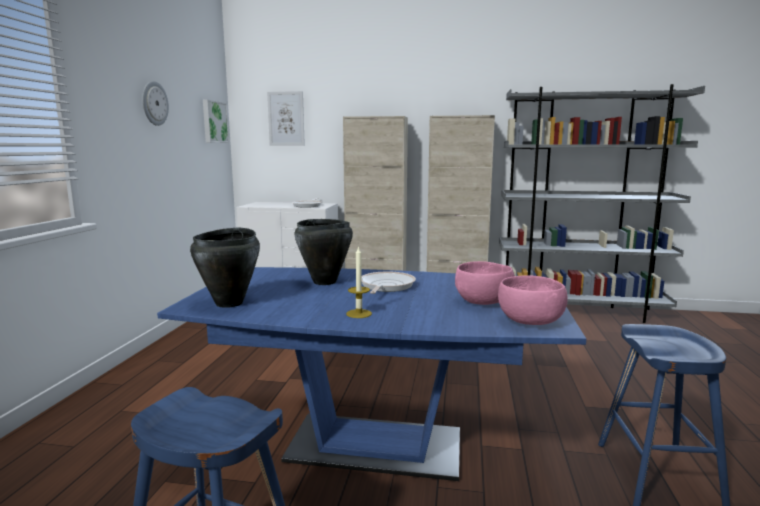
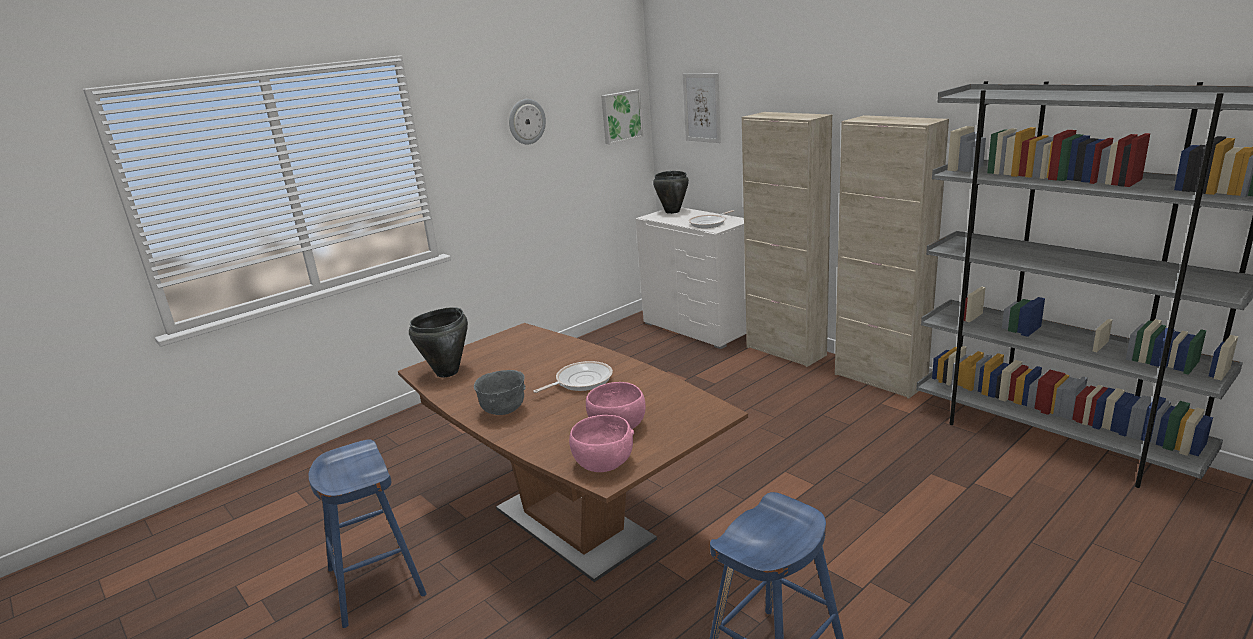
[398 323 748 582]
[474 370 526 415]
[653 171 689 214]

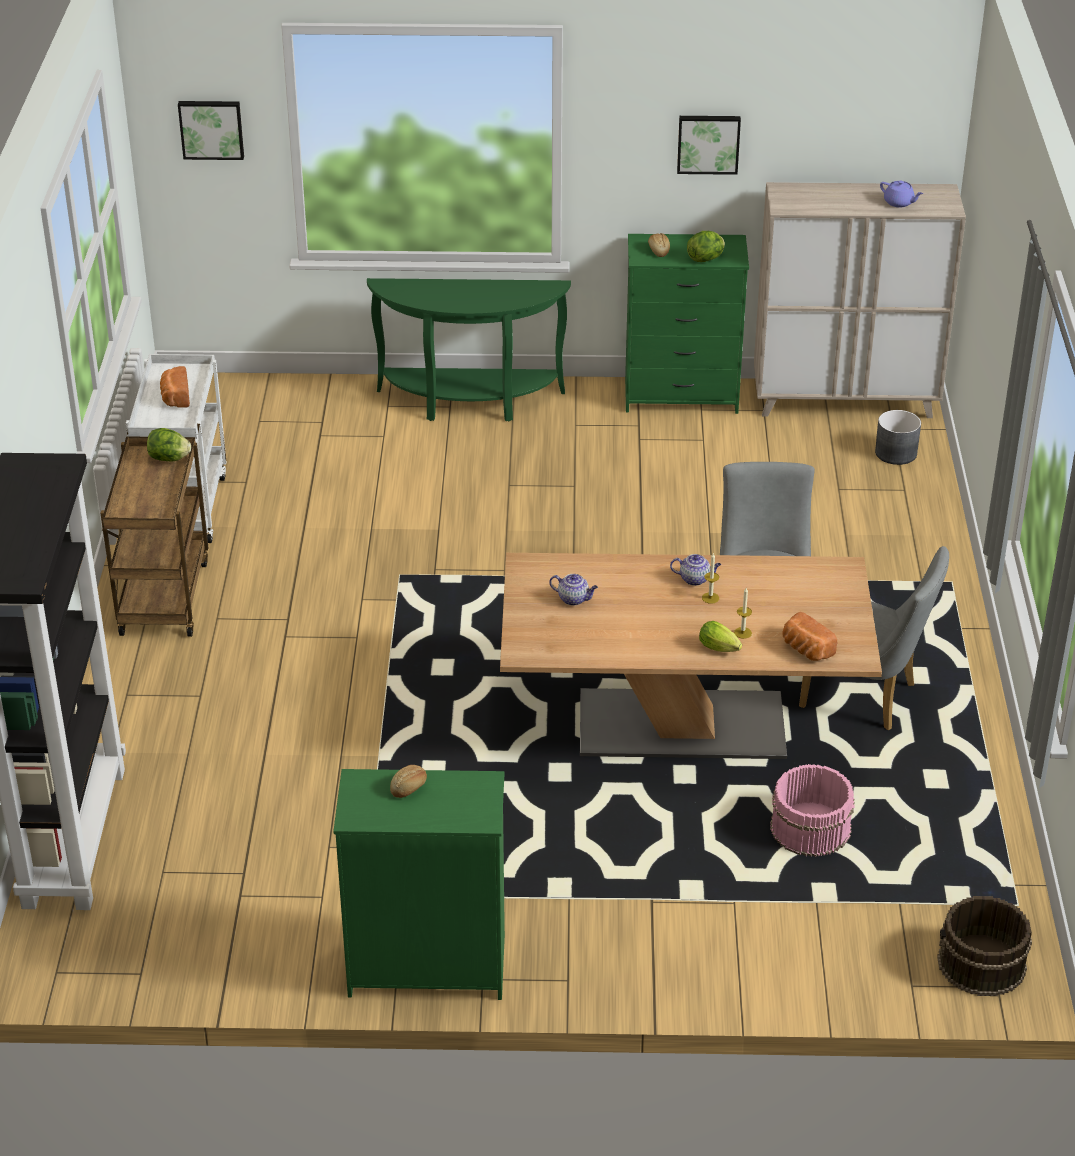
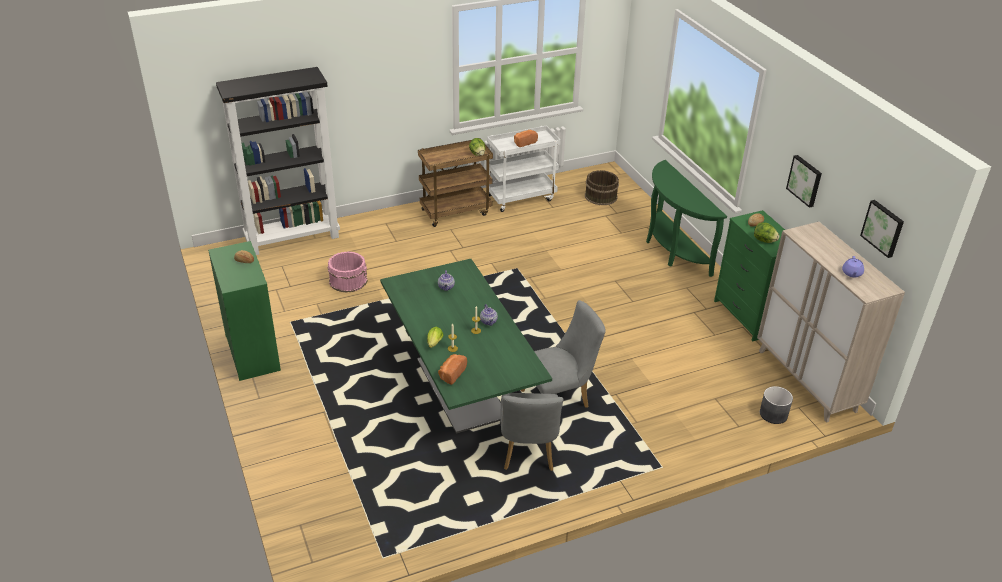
[328 251 368 293]
[380 259 552 434]
[585 170 619 205]
[860 200 904 258]

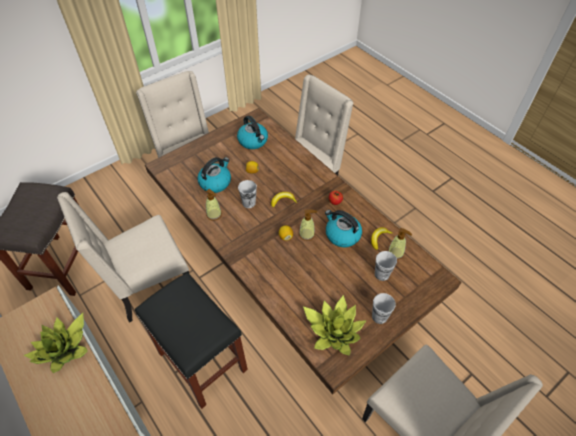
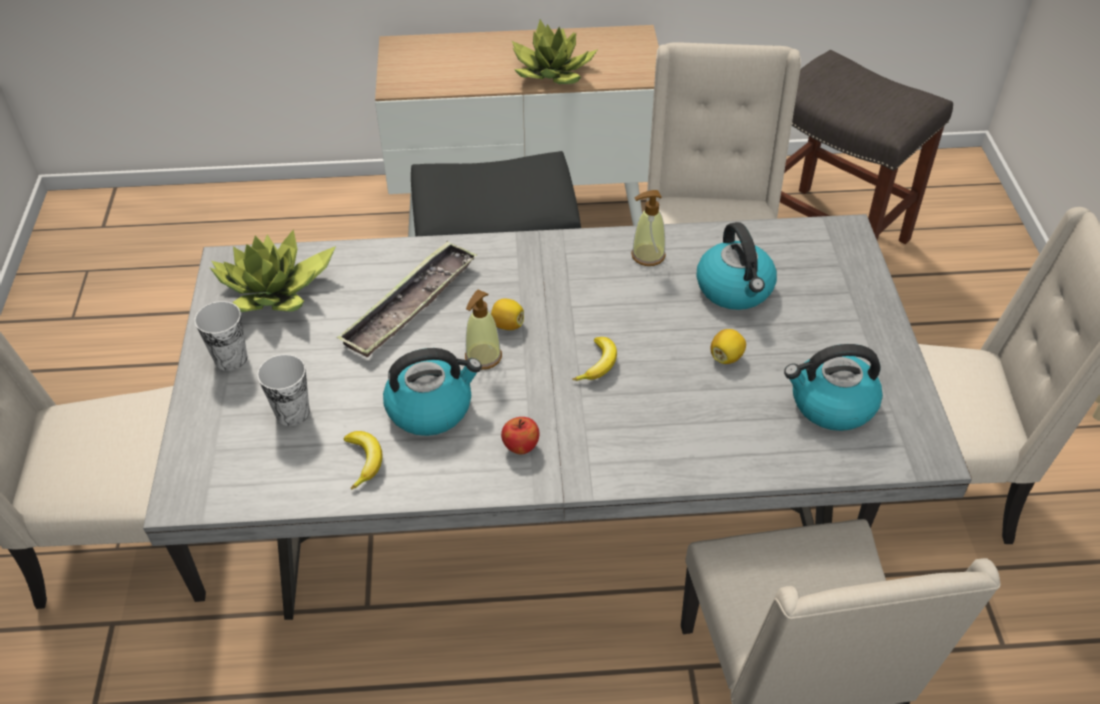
[143 214 972 620]
[337 241 477 357]
[238 180 257 208] (first image)
[388 228 412 260] (first image)

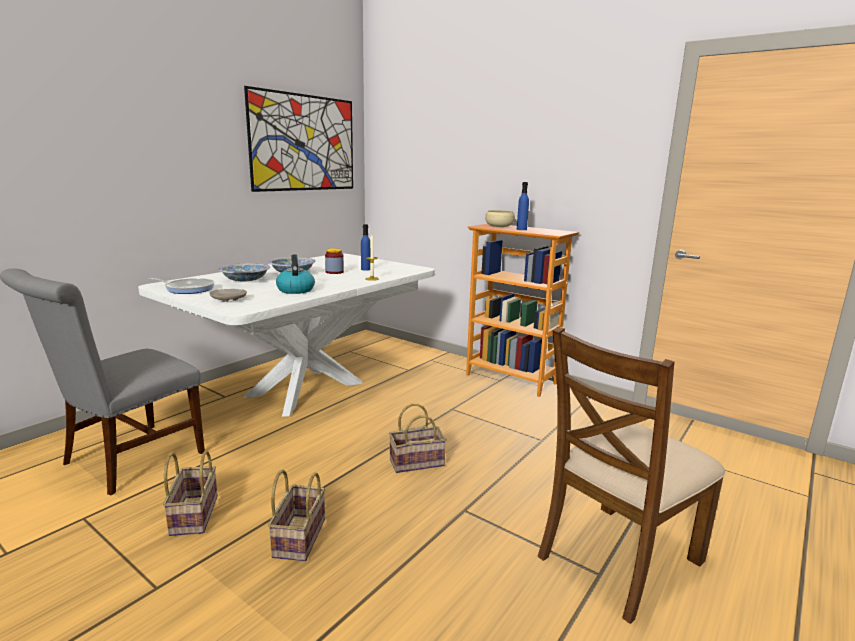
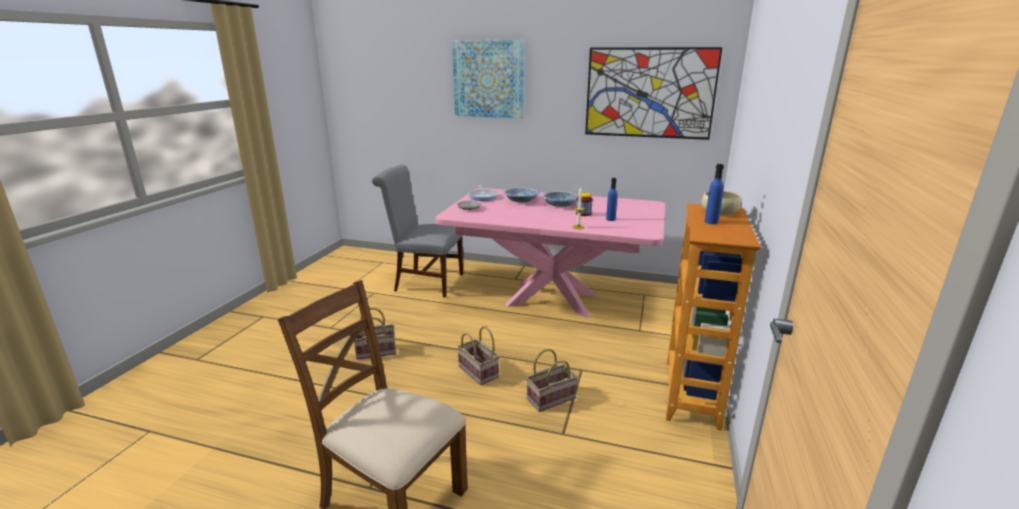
[435 188 665 317]
[452 40 524 118]
[526 349 578 412]
[276 254 315 294] (first image)

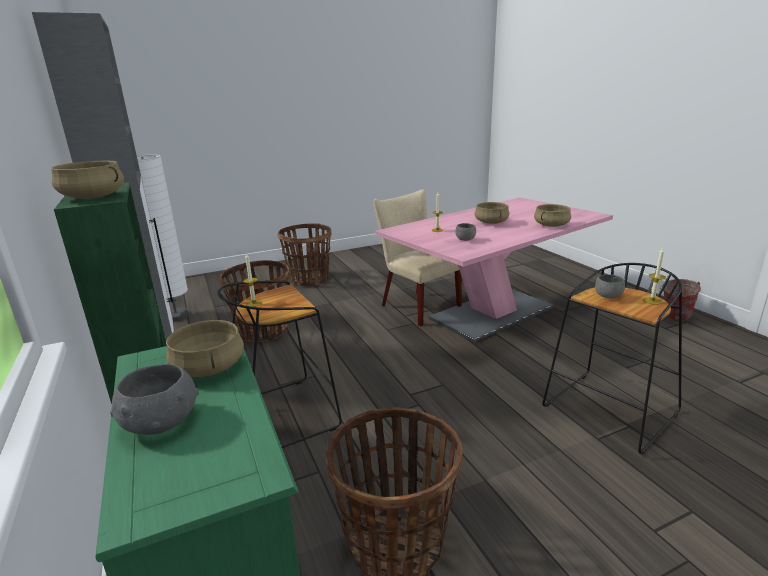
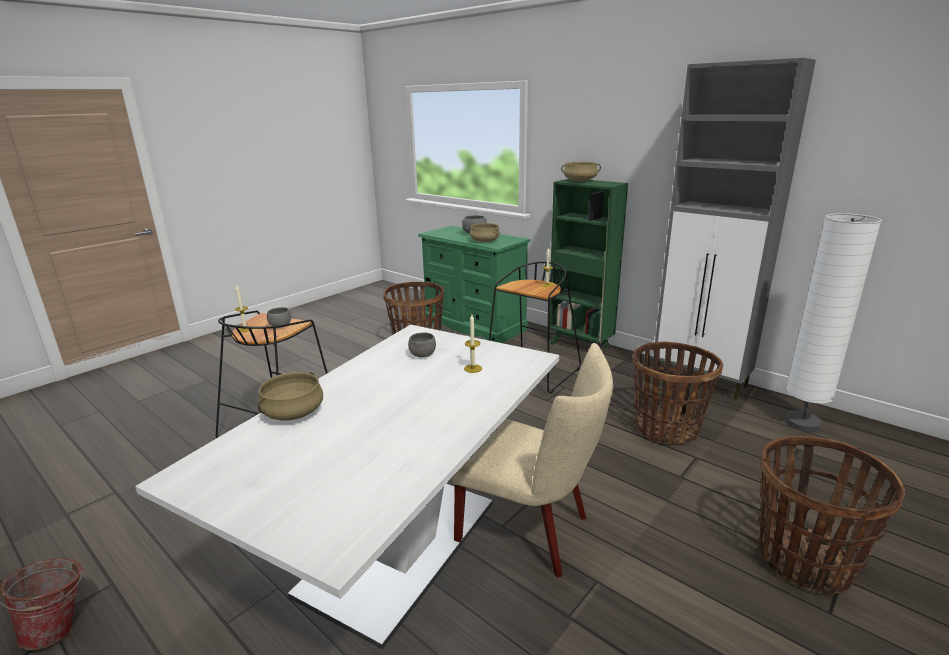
[135 325 559 649]
[475 202 509 224] (first image)

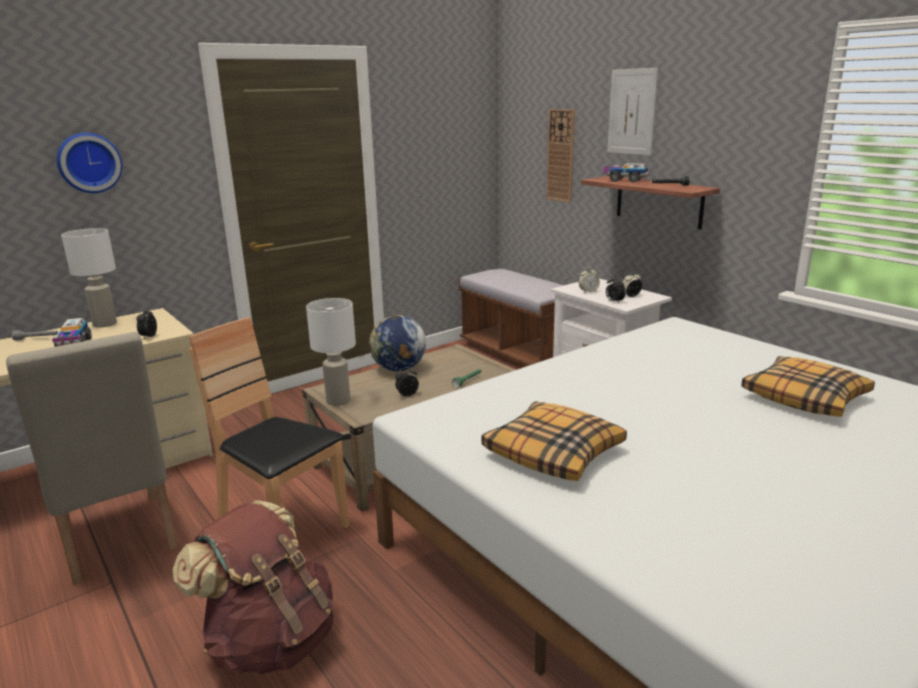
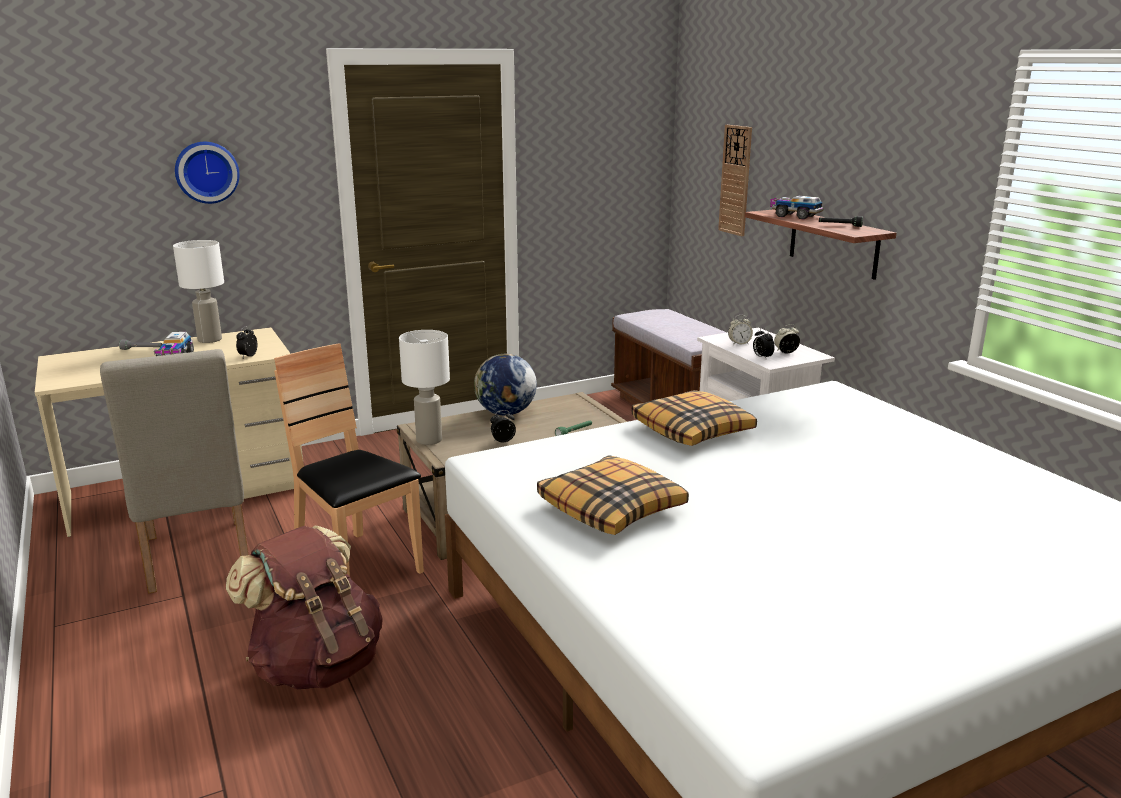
[632 390 757 446]
[607 68 658 155] (first image)

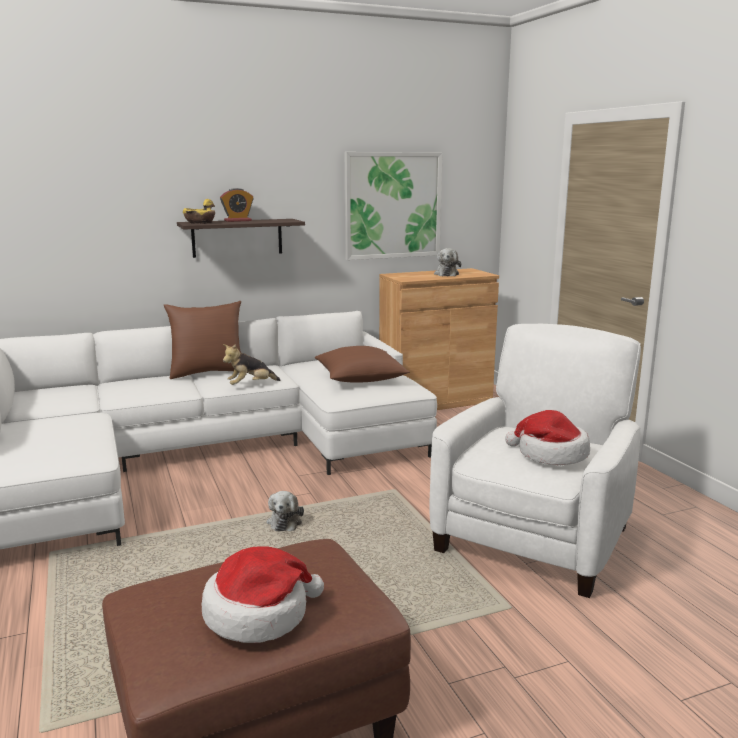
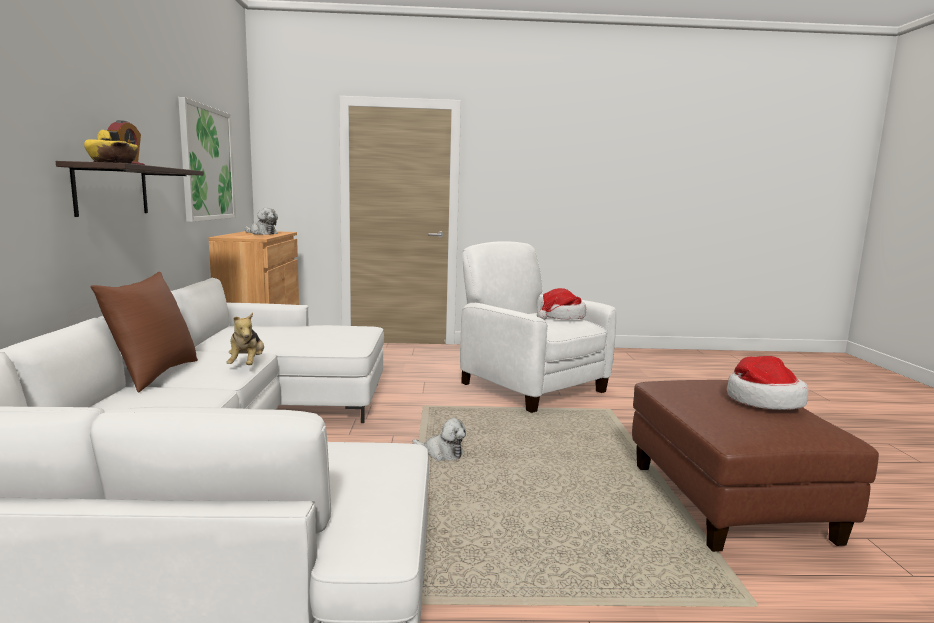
[315 346 410 383] (first image)

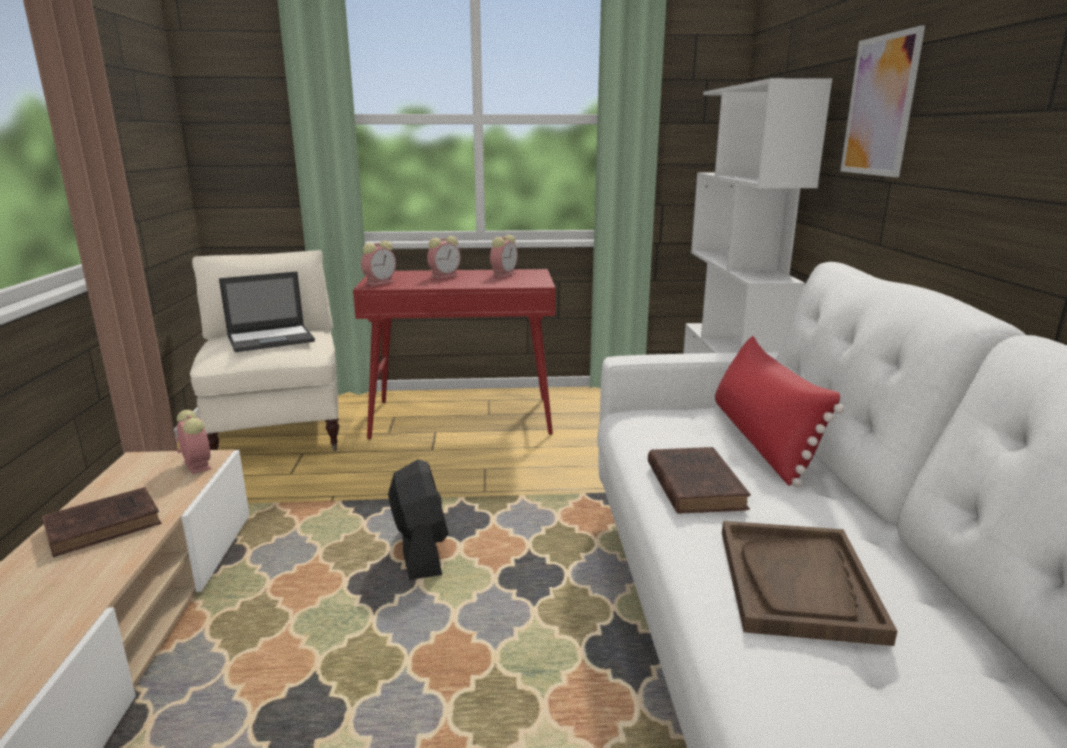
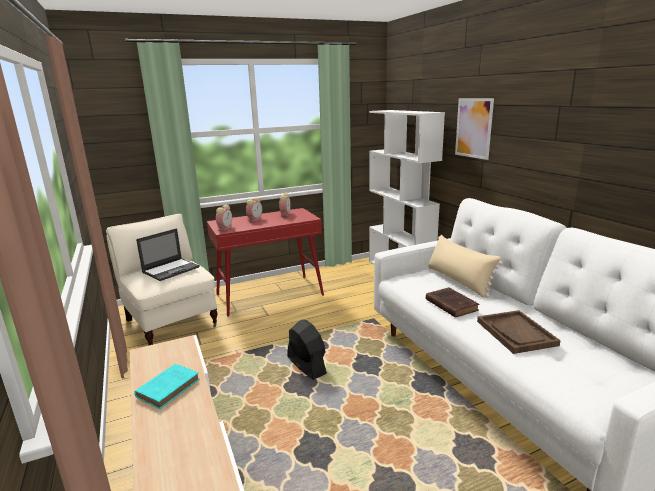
[134 364 200 409]
[428 235 503 298]
[175 410 211 474] (first image)

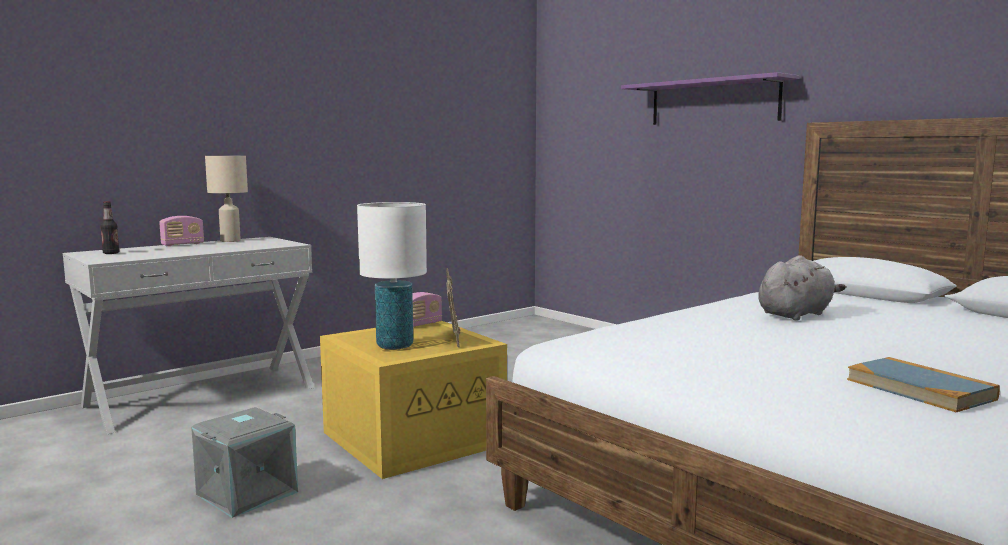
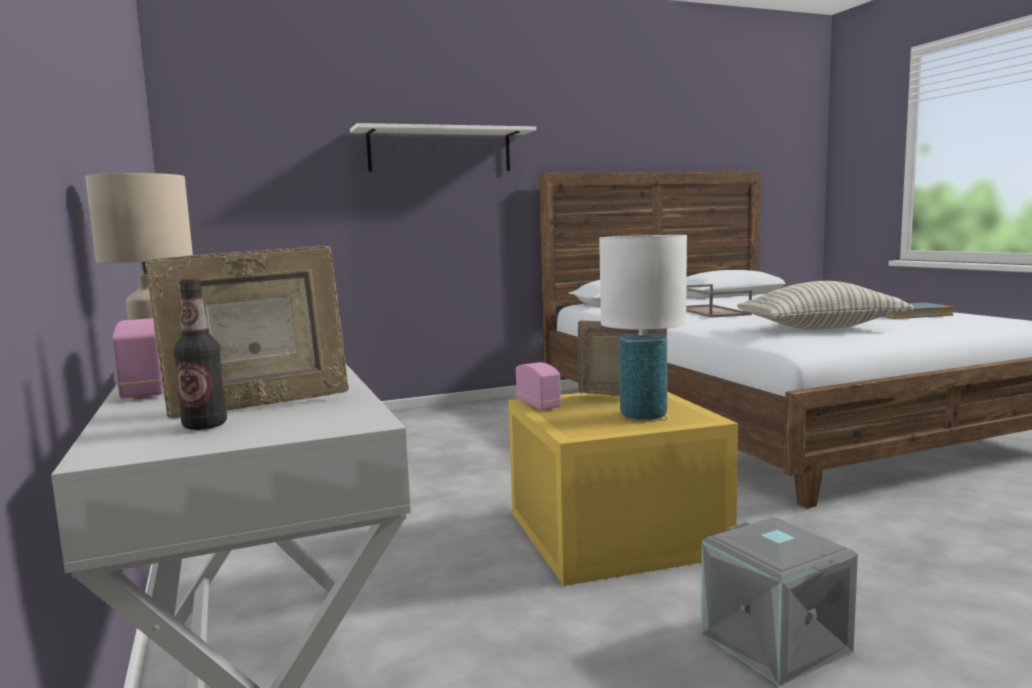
[145 246 349 418]
[350 123 536 172]
[686 284 752 318]
[737 281 913 330]

